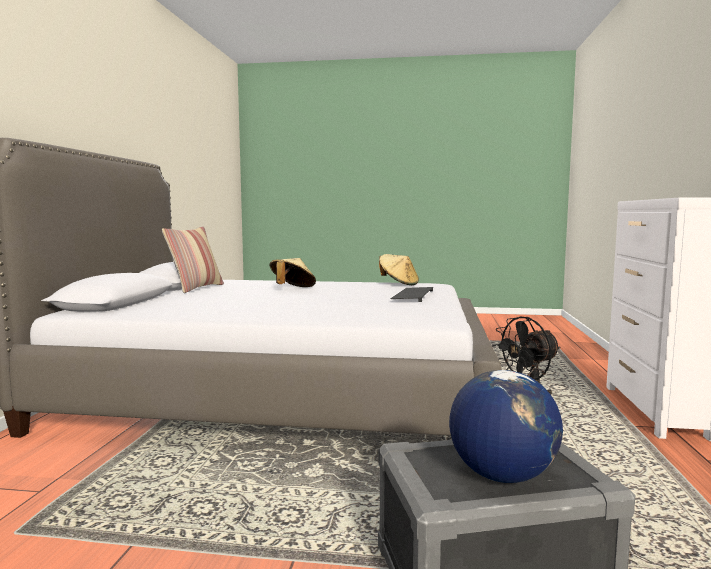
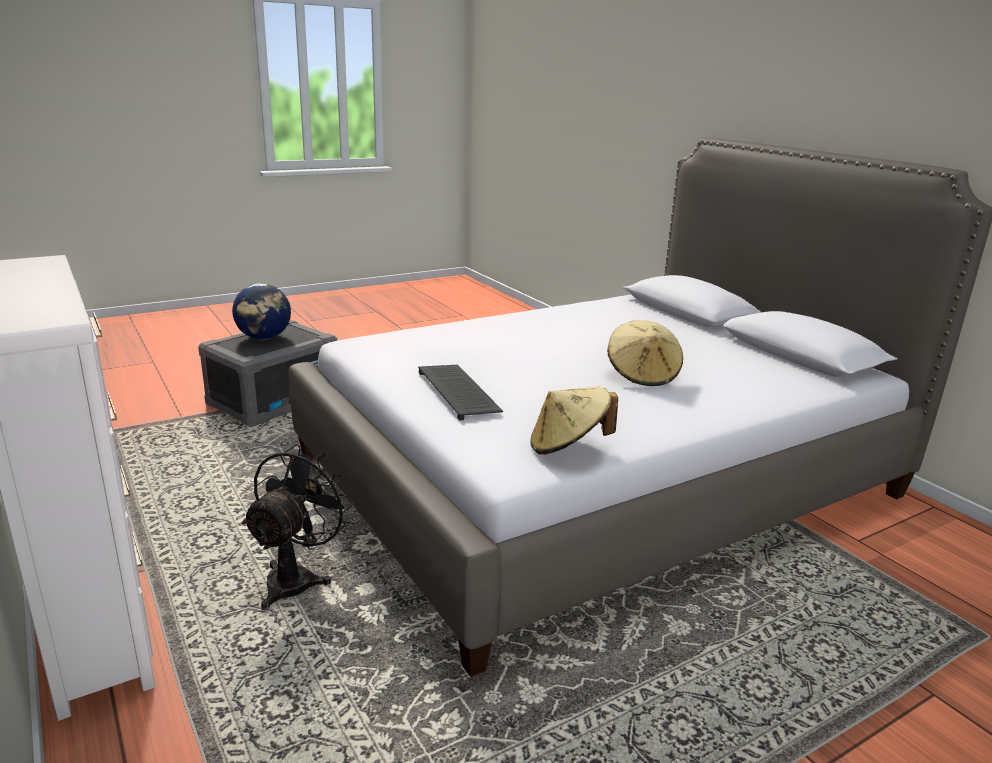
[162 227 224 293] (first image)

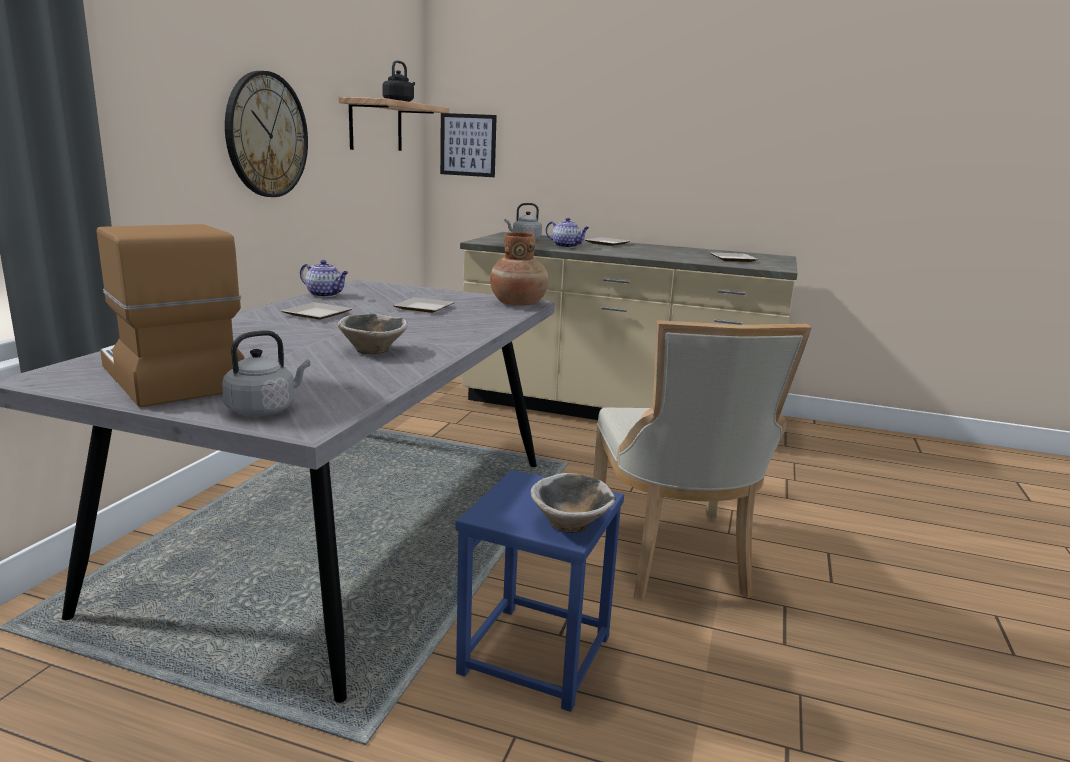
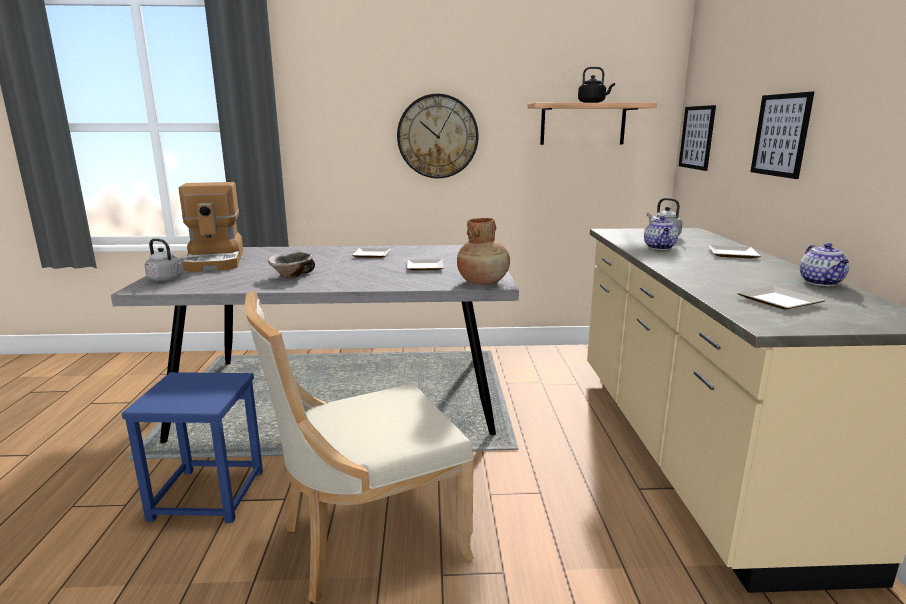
[179 182 243 272]
[751 92 814 179]
[800 243 849 286]
[531 473 616 533] (first image)

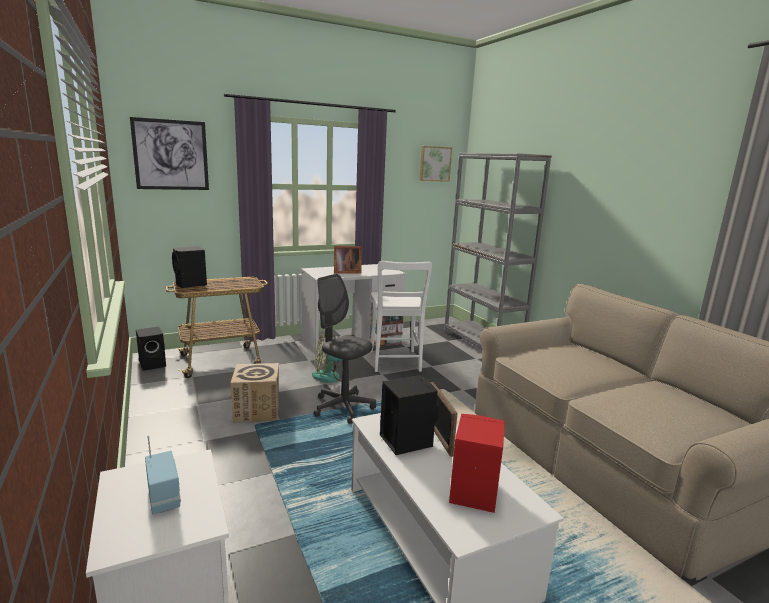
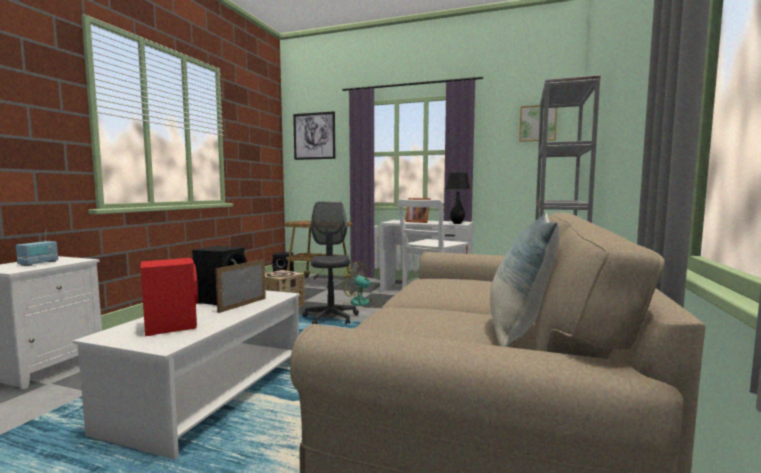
[446 173 470 224]
[490 212 560 347]
[172 246 207 288] (first image)

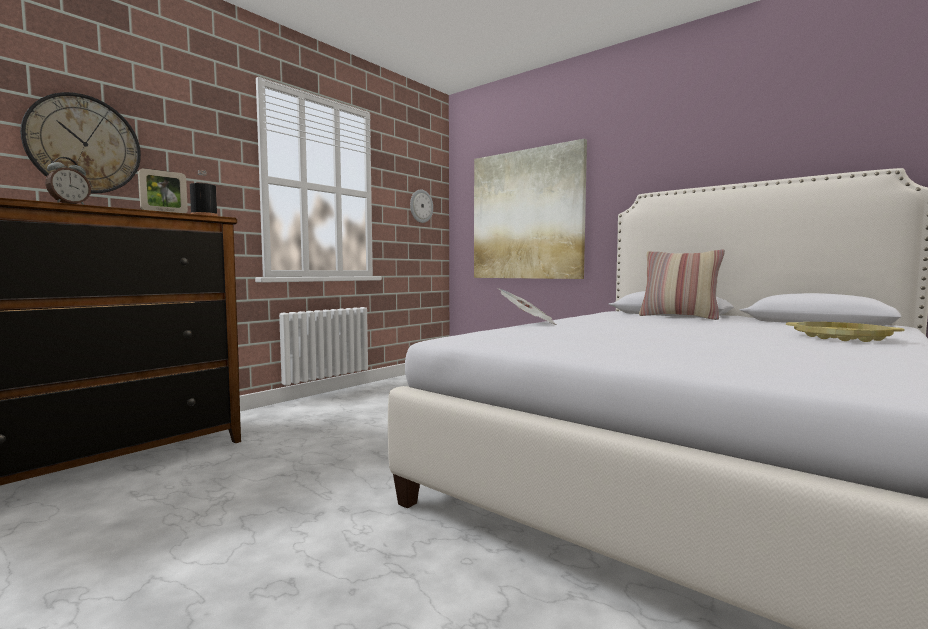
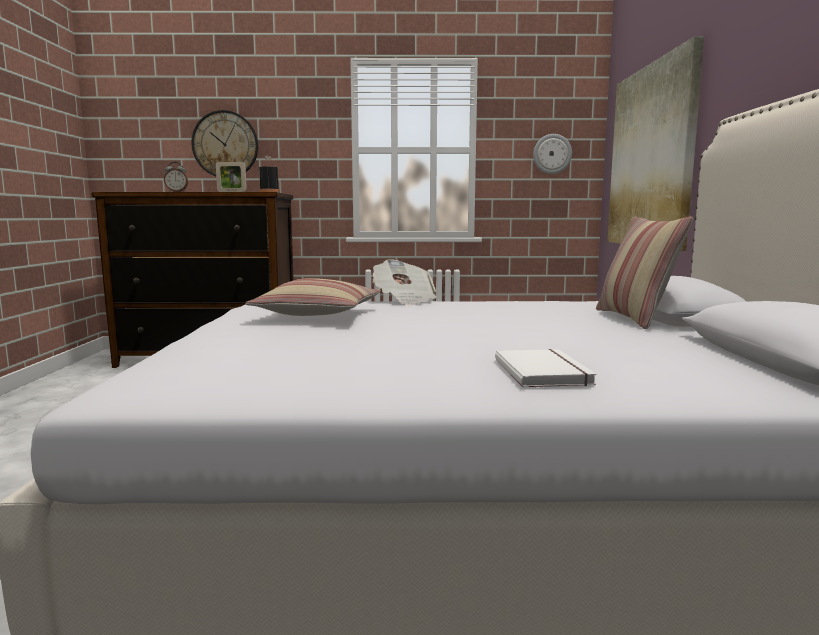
[245 278 381 316]
[495 349 596 387]

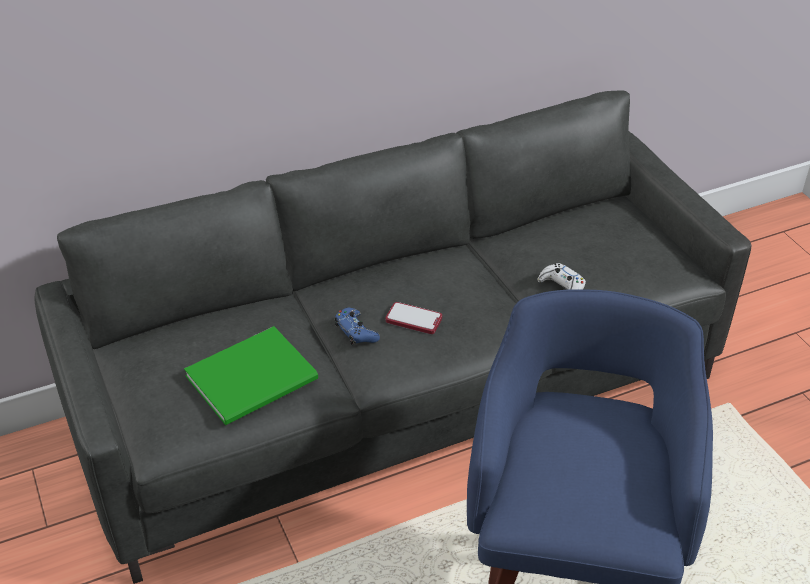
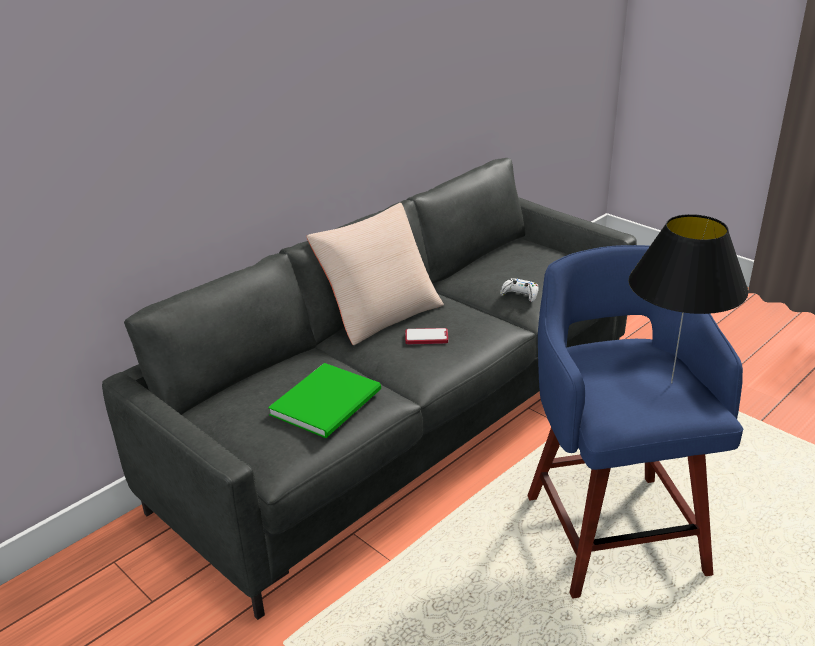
[306 203 444 345]
[629 214 749 383]
[335 308 380 345] (first image)

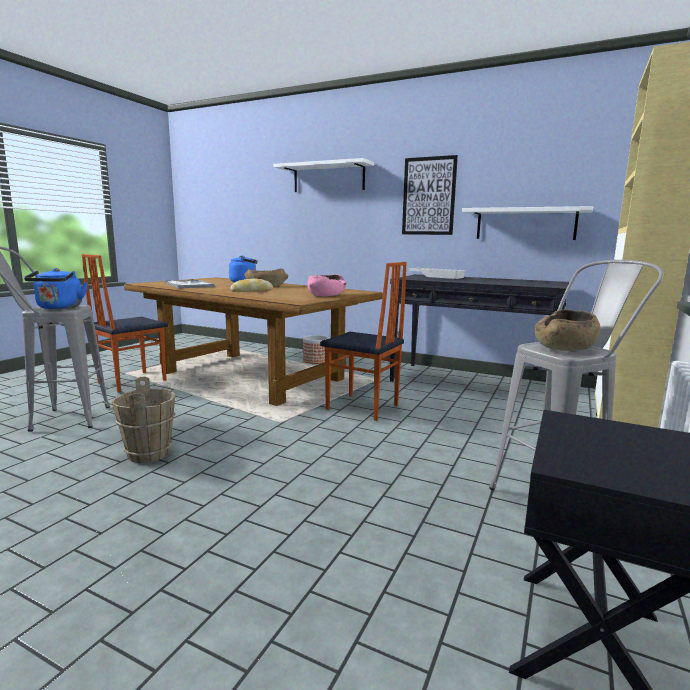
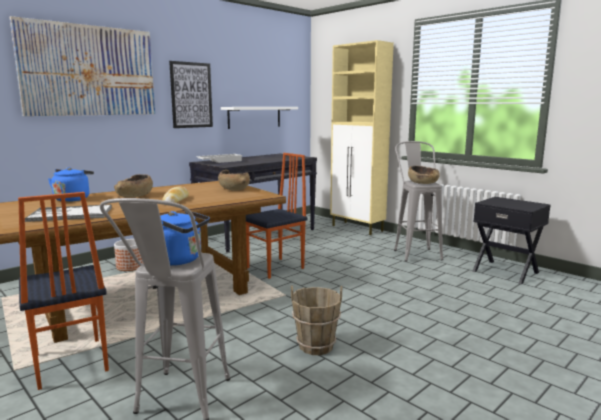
[10 16 155 116]
[218 170 250 190]

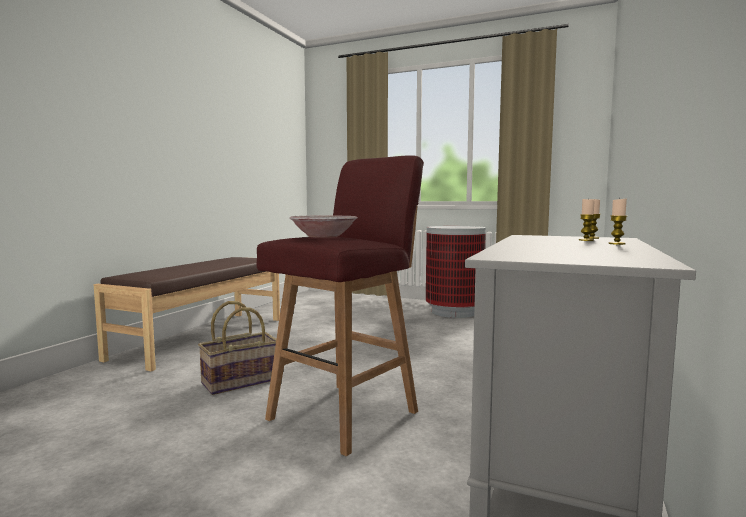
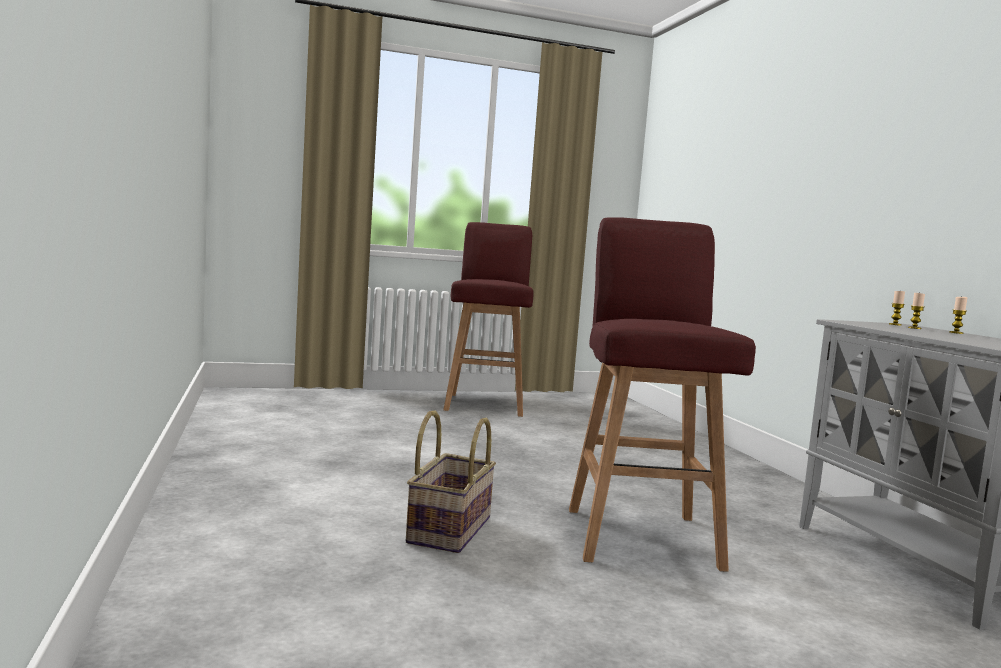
[443 222 533 417]
[94 257 280 371] (first image)
[289 215 358 238] (first image)

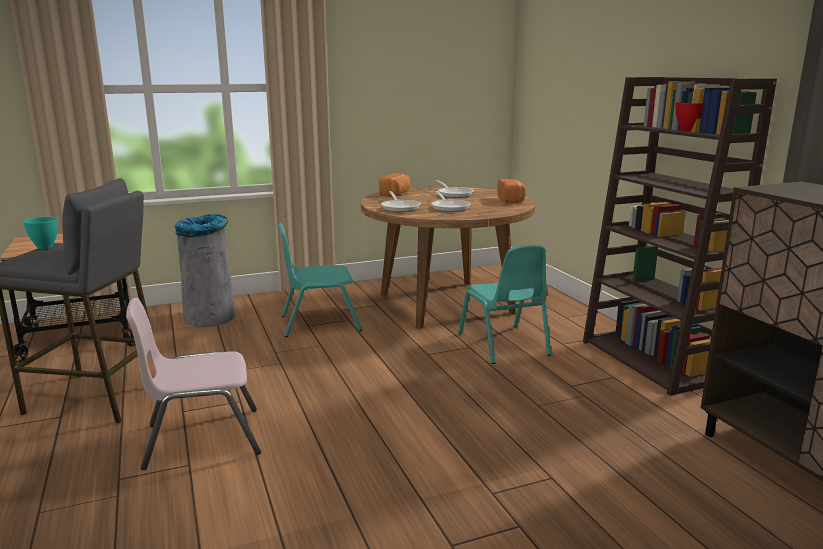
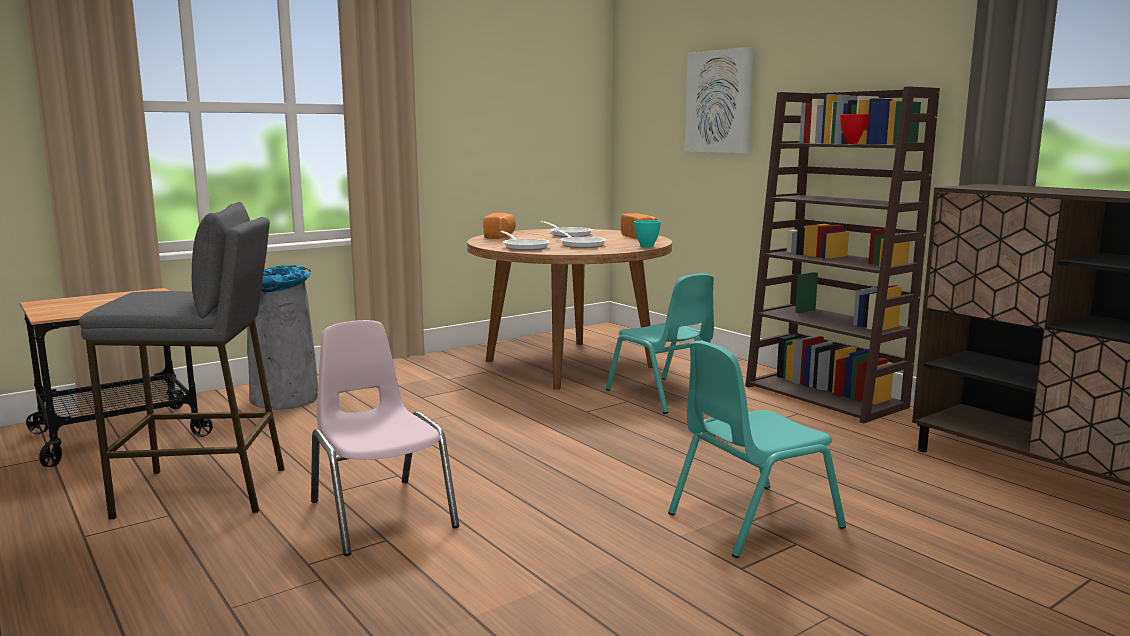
[311 320 459 556]
[634 220 661 247]
[668 341 846 558]
[685 47 754 153]

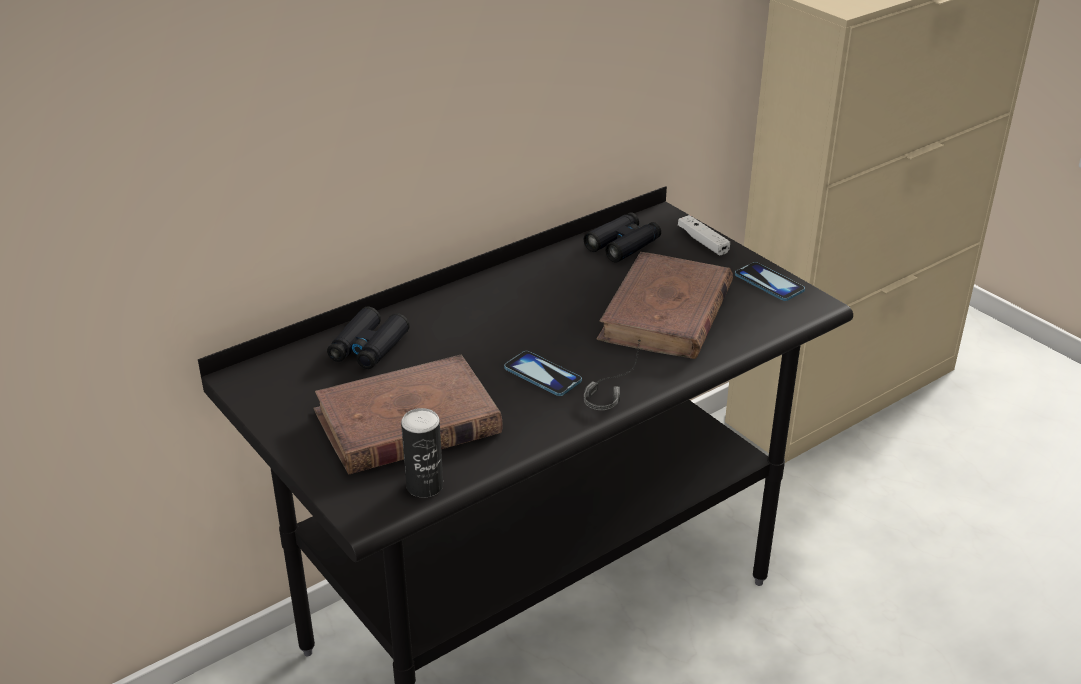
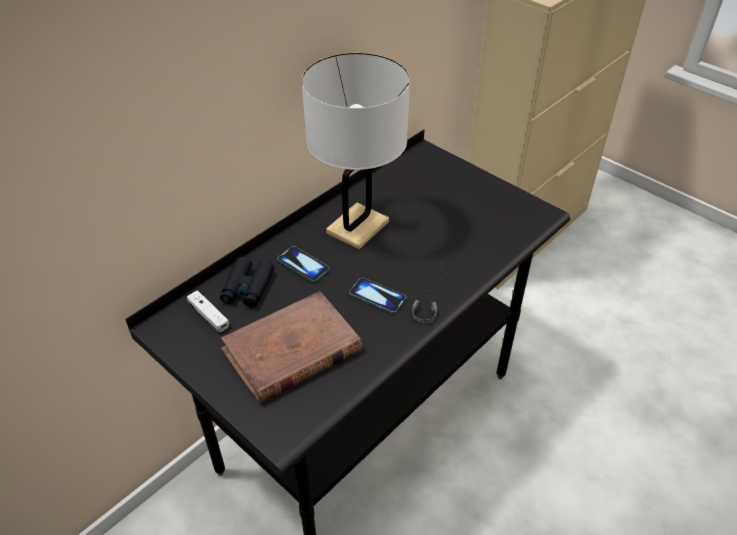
[187 290 229 332]
[278 246 330 282]
[302 53 410 249]
[401 408 443 497] (first image)
[584 212 661 263] (first image)
[597 252 733 359] (first image)

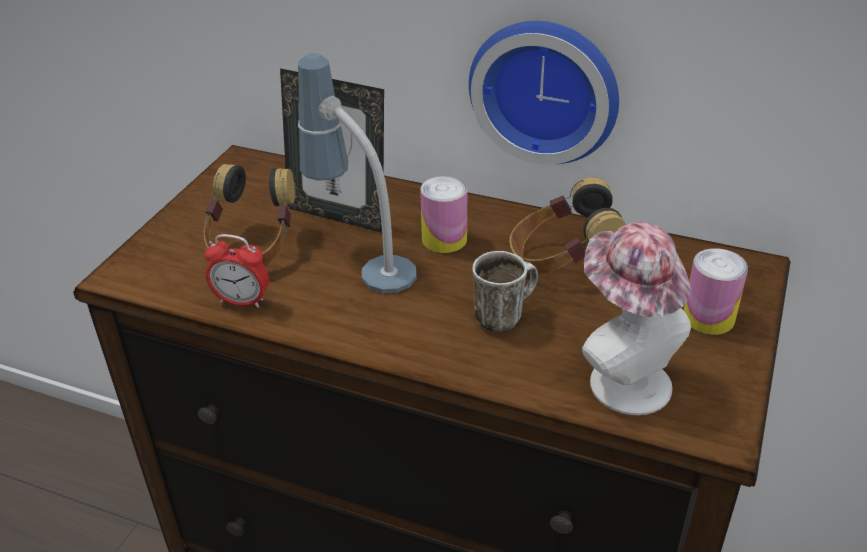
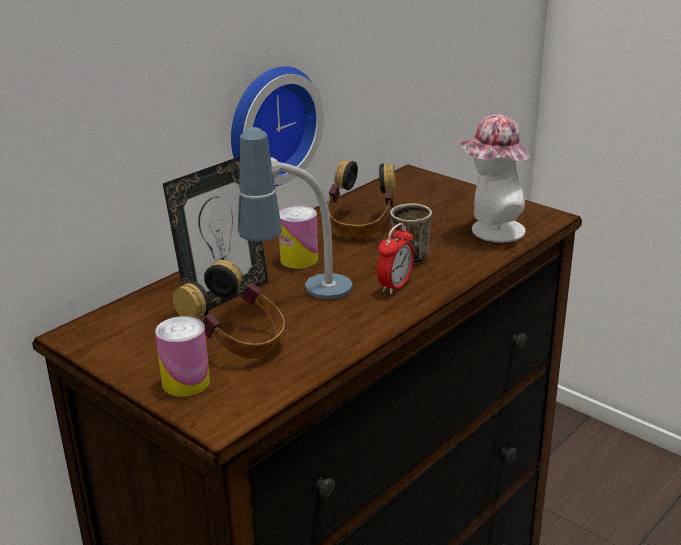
[155 316 210 397]
[377 223 414 295]

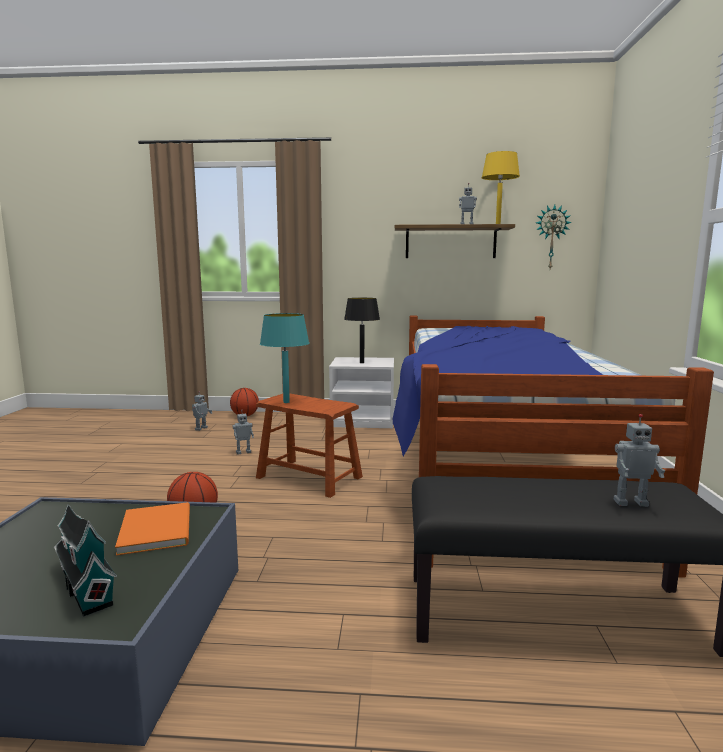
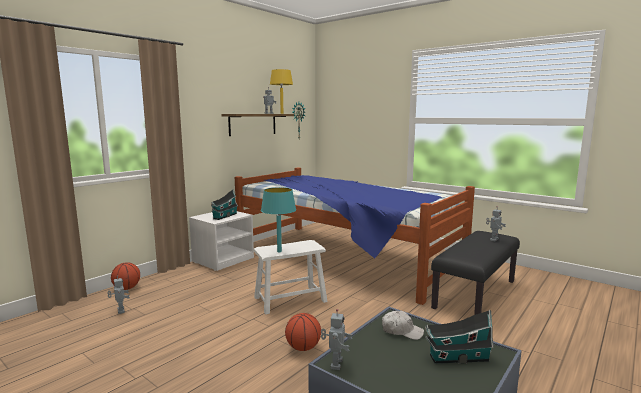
[211 190 238 220]
[253 240 328 314]
[321 309 352 370]
[382 311 424 340]

